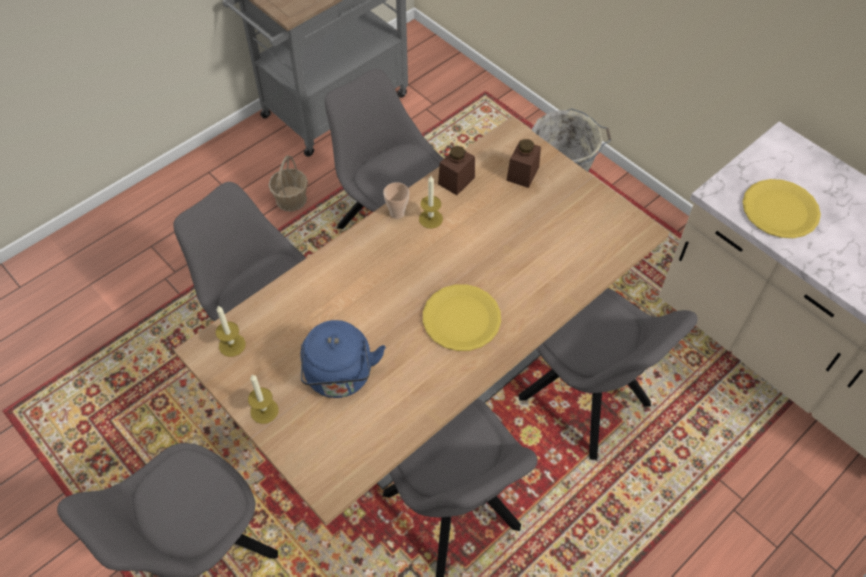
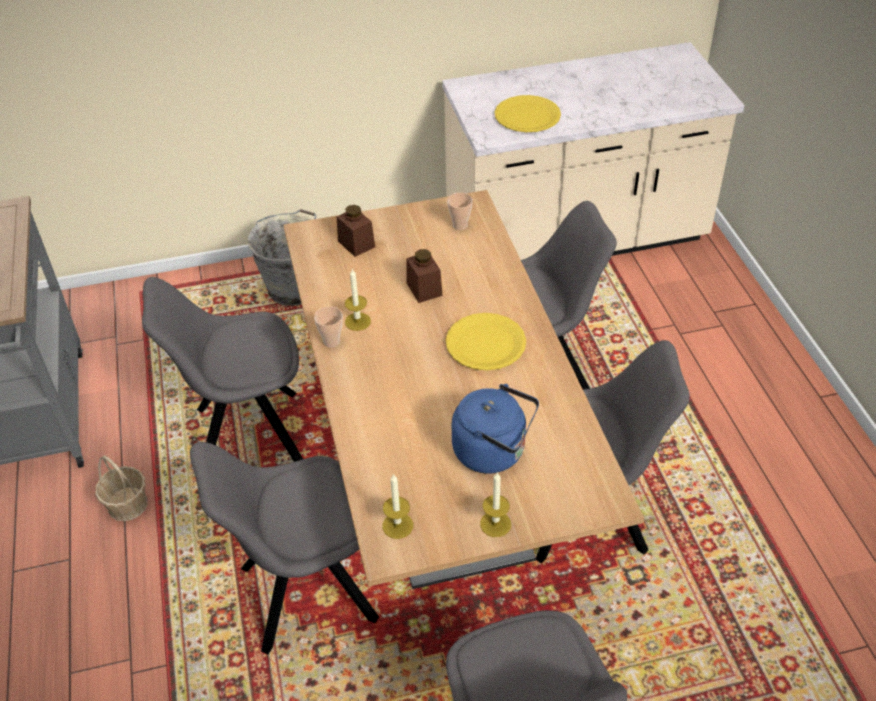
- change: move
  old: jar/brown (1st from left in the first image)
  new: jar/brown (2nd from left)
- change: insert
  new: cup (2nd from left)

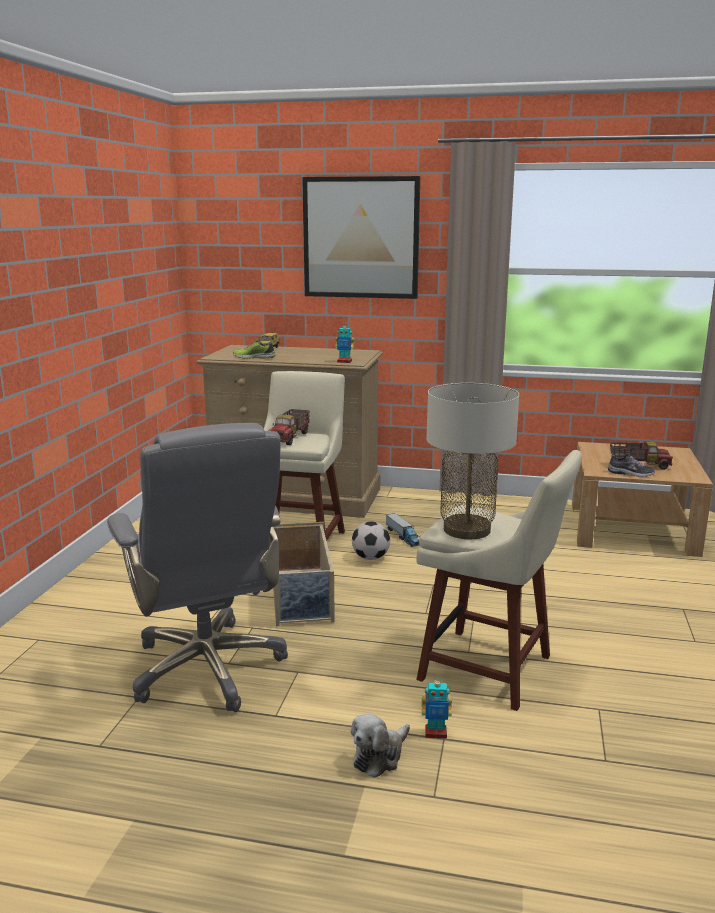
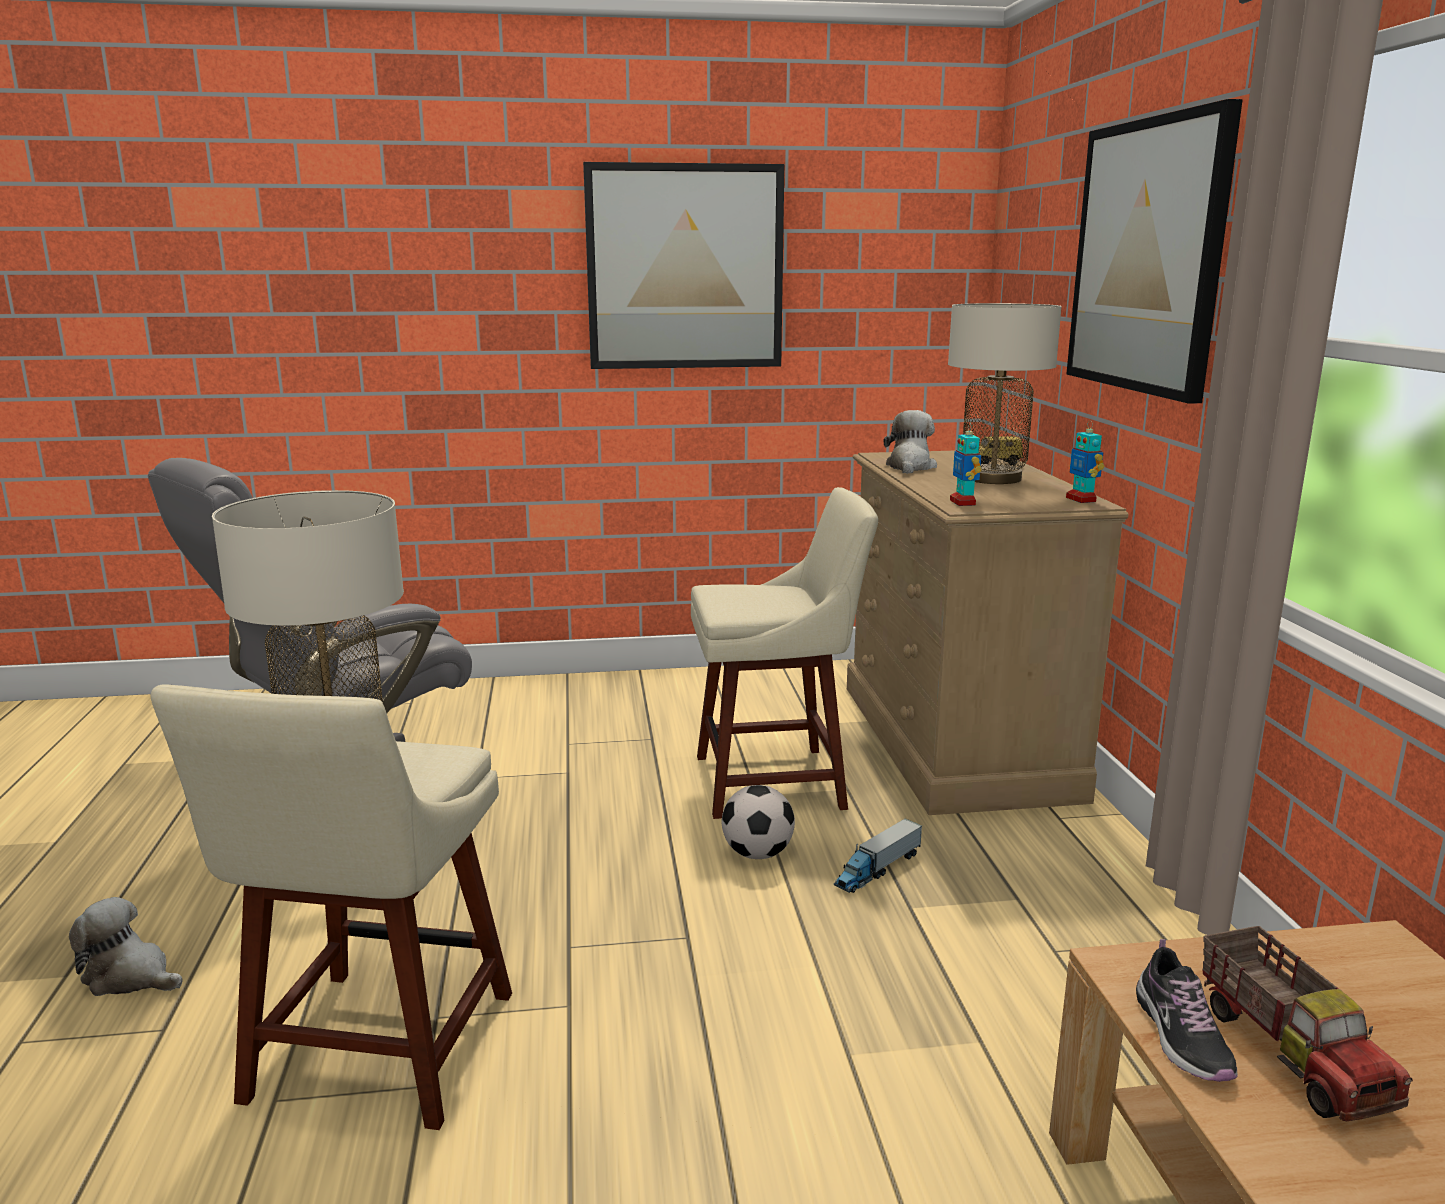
- change: replace
  old: shoe (1st from left)
  new: plush toy (2nd from left)
- change: delete
  old: toy truck (1st from left)
- change: delete
  old: storage box/beige
- change: move
  old: toy robot (2nd from left)
- change: insert
  new: picture (1st from left)
- change: insert
  new: table lamp (2nd from left)

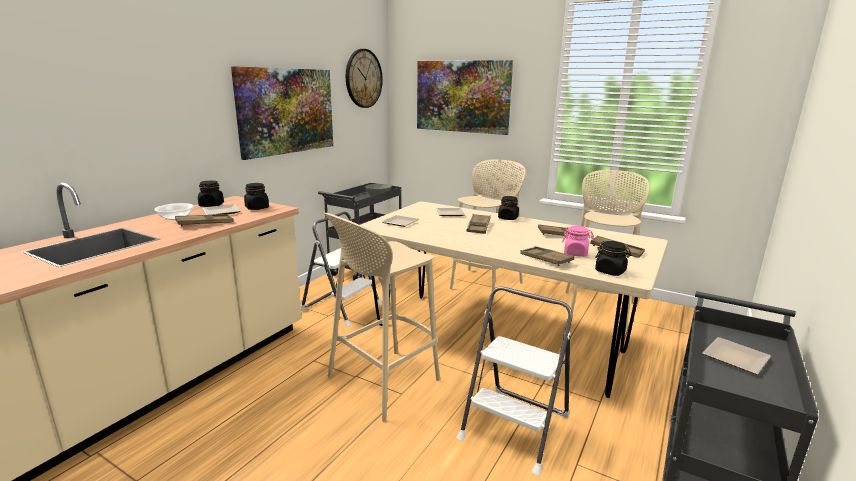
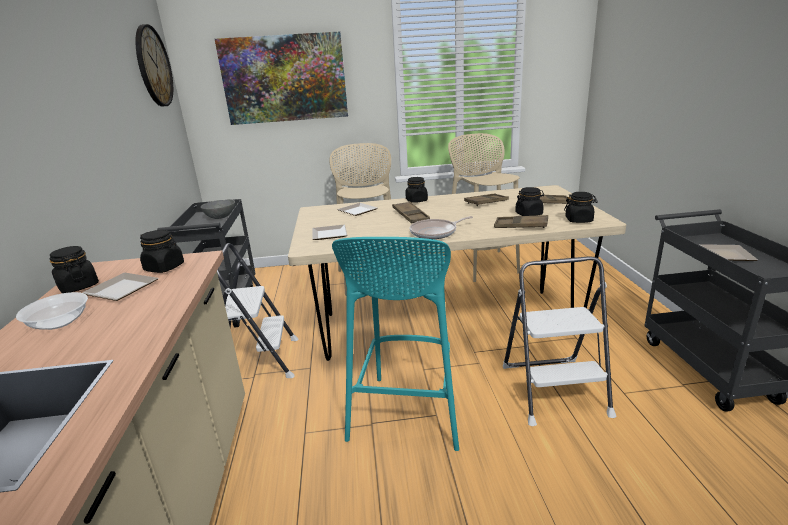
- change: delete
  old: tray/brown (1st from left)
- change: delete
  old: picture (1st from left)
- change: recolor
  old: stool/beige (1st from left)
  new: stool/turquoise
- change: recolor
  old: jar/pink
  new: jar/black (4th from left)
- change: insert
  new: frying pan

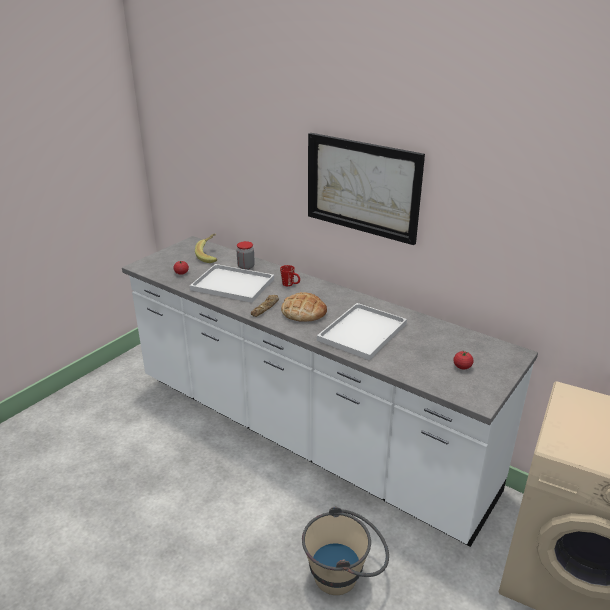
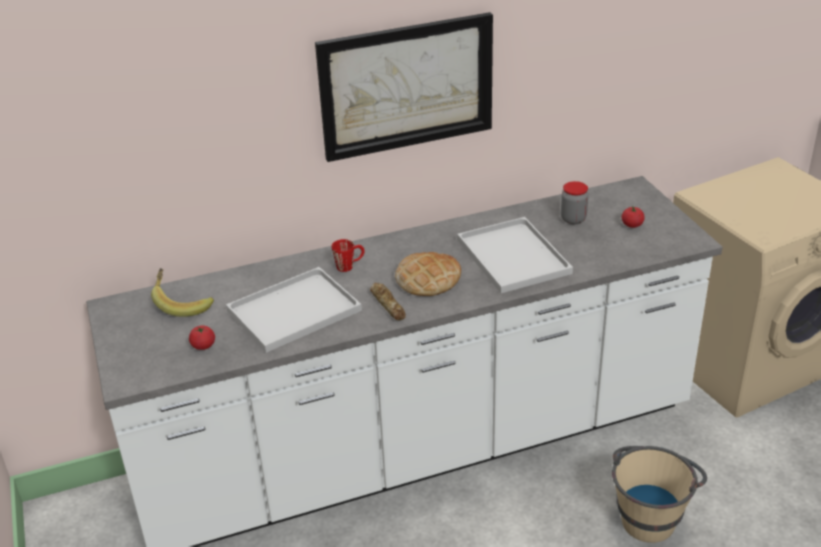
- change: move
  old: jar

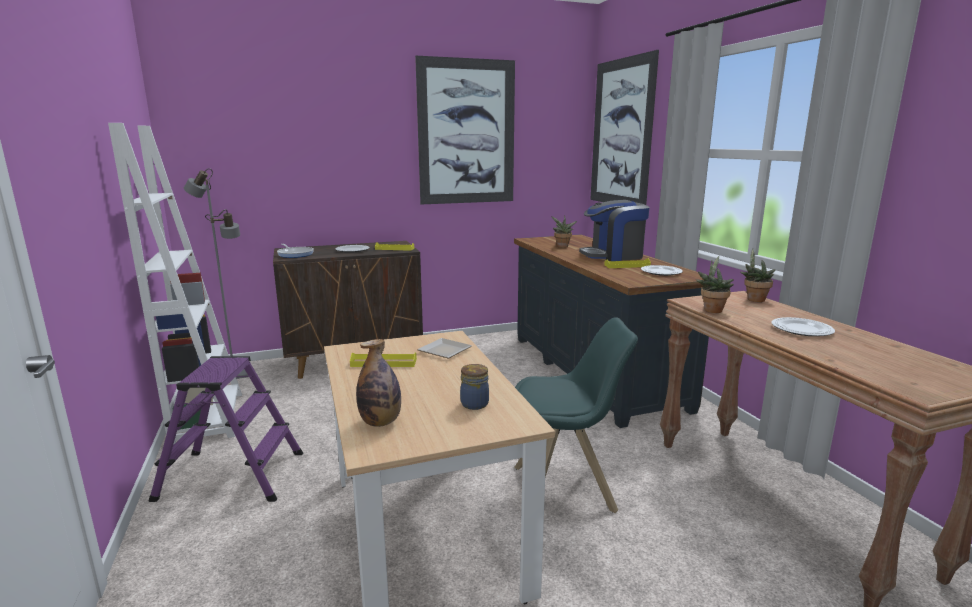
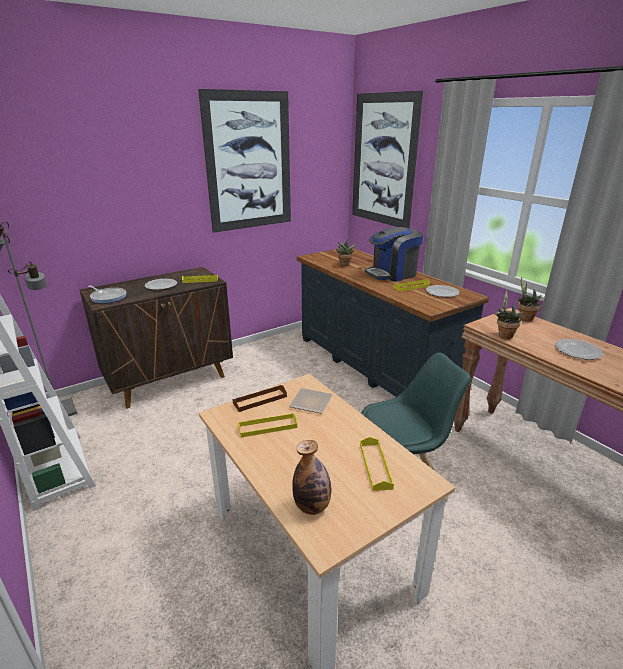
- change: delete
  old: step ladder/purple
- change: replace
  old: jar
  new: tray/yellow (3rd from left)
- change: insert
  new: tray/brown

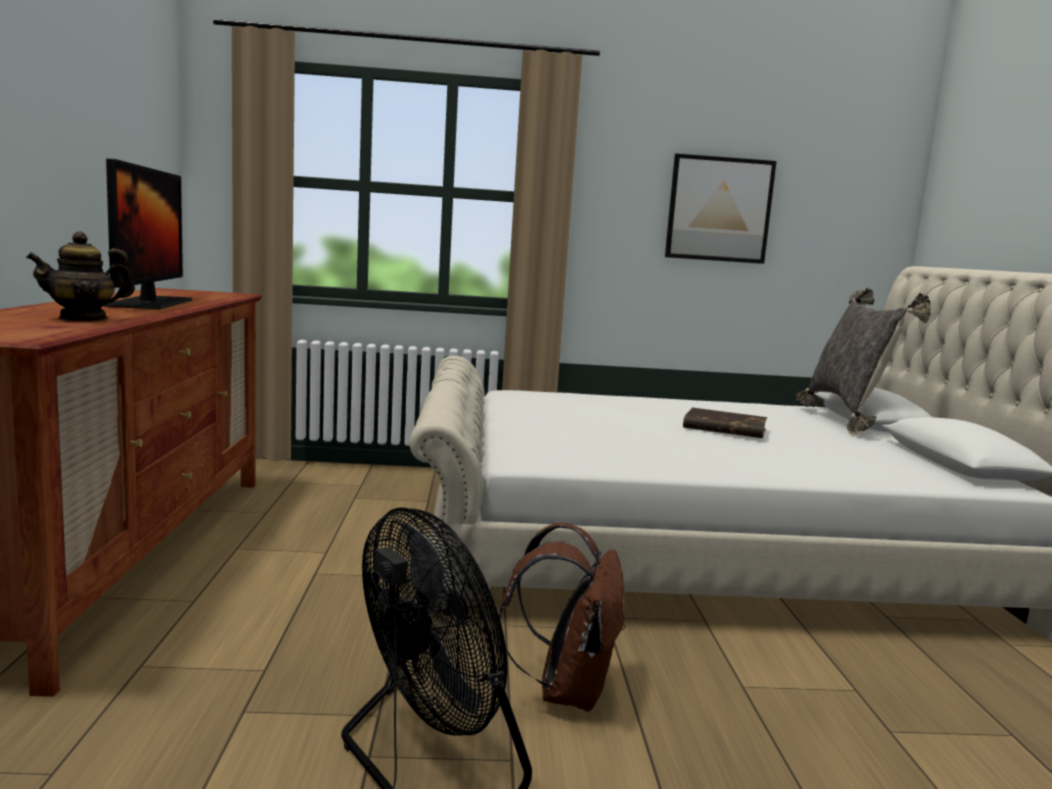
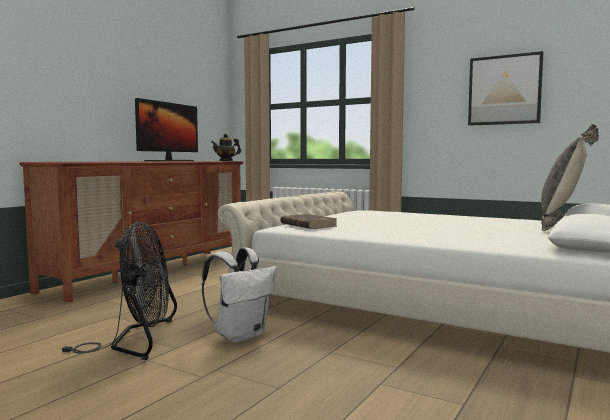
- change: move
  old: teapot
- change: recolor
  old: backpack/brown
  new: backpack/white
- change: move
  old: book/brown

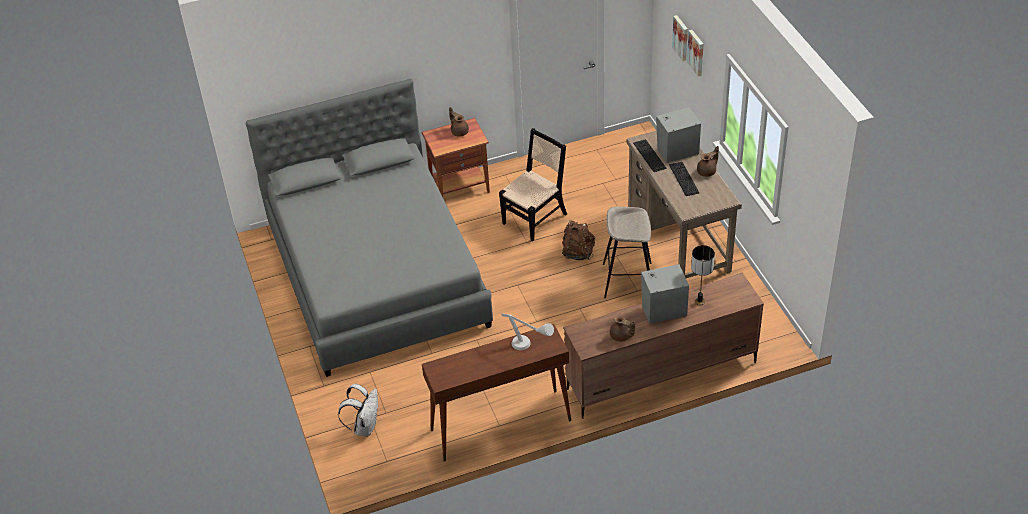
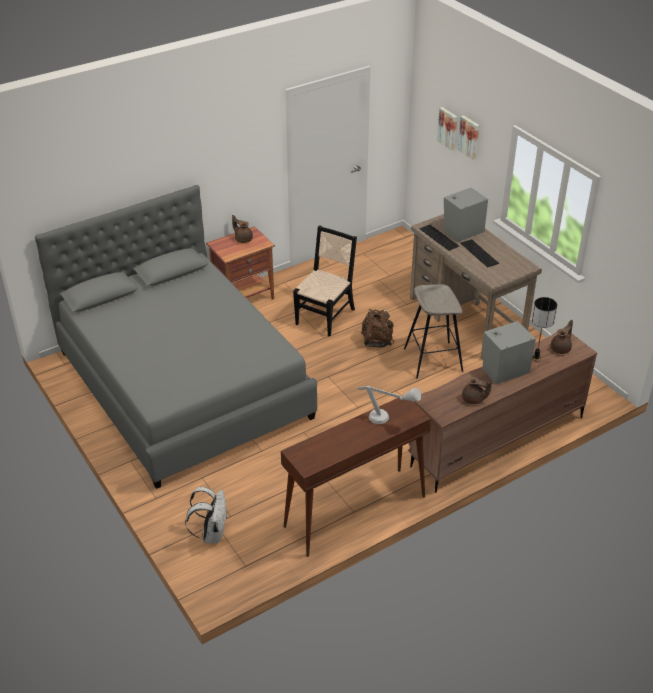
- change: move
  old: teapot/brown (3rd from left)

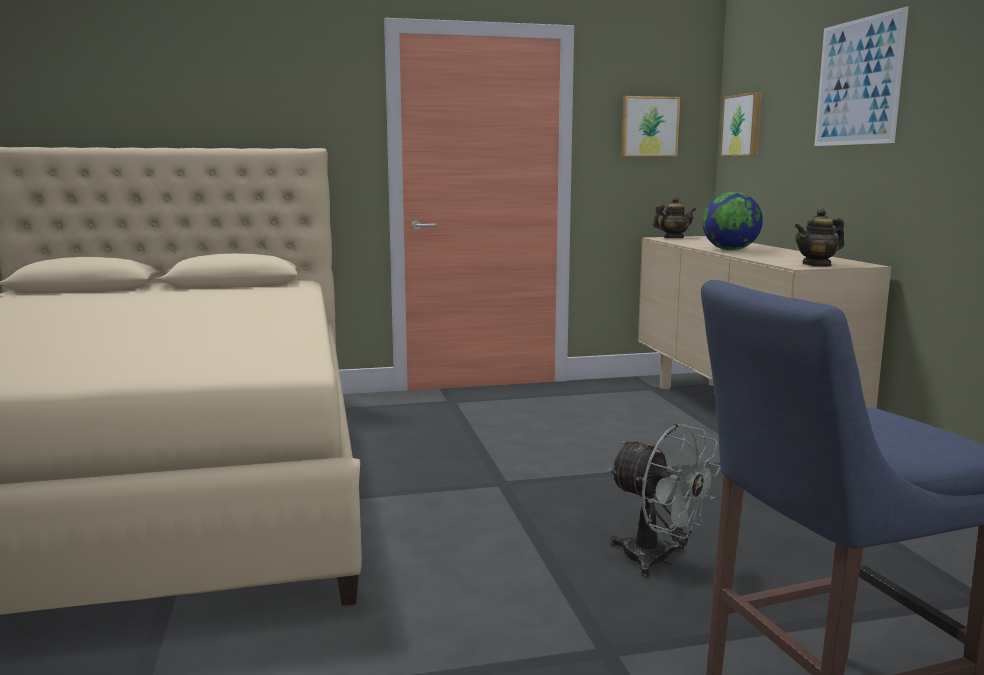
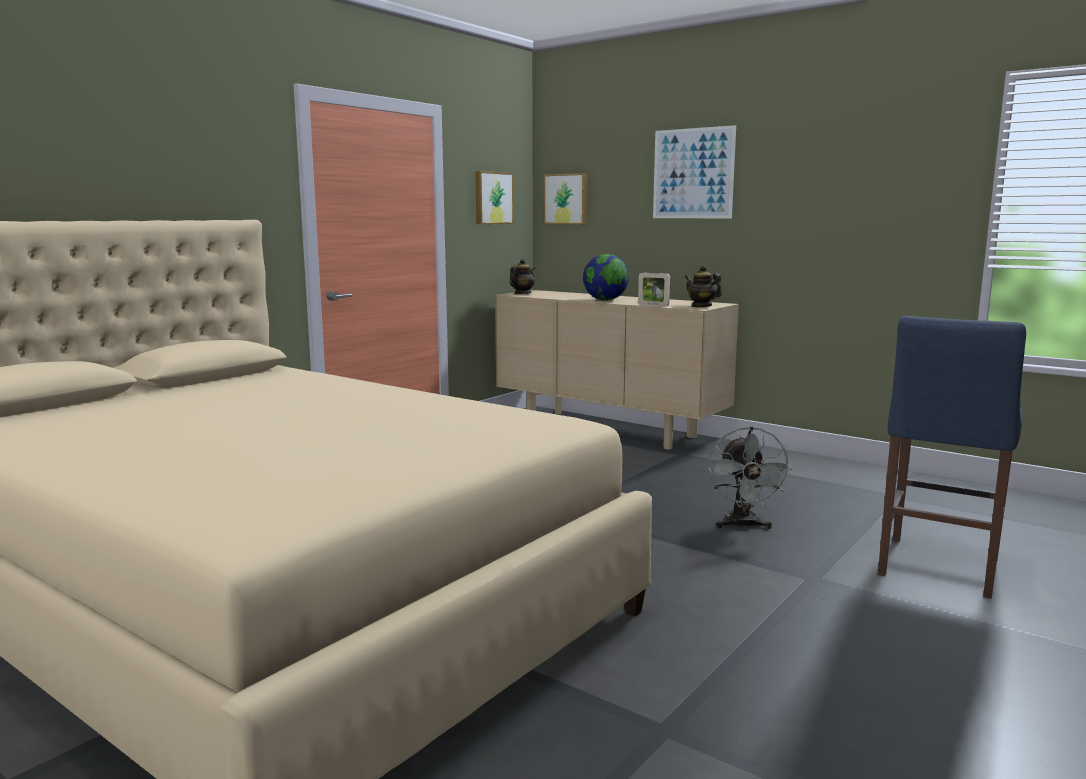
- change: rotate
  old: fan/grey
  degrees: 90
- change: rotate
  old: teapot (2nd from left)
  degrees: 105
- change: insert
  new: picture frame

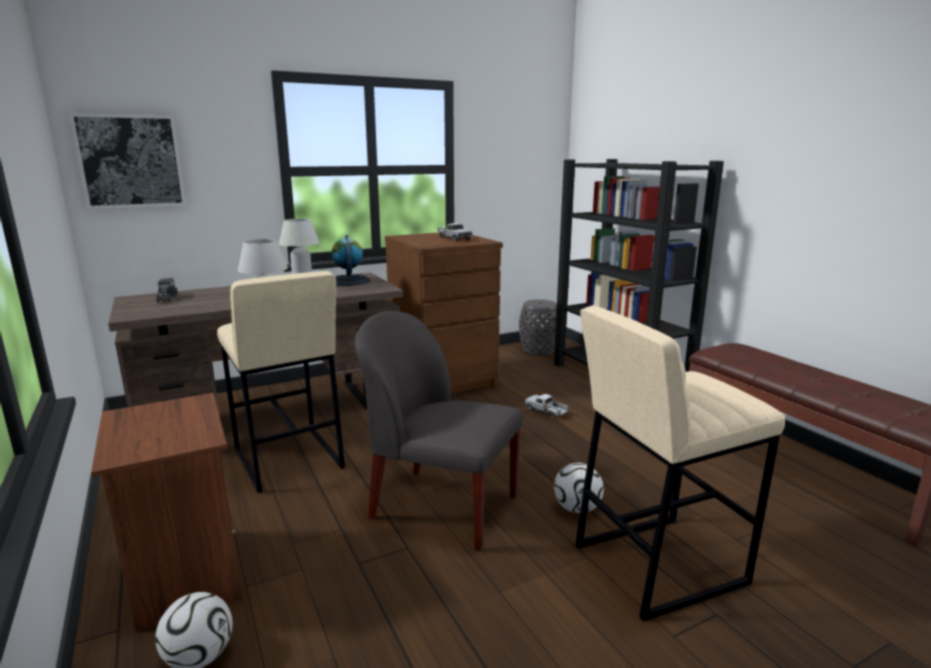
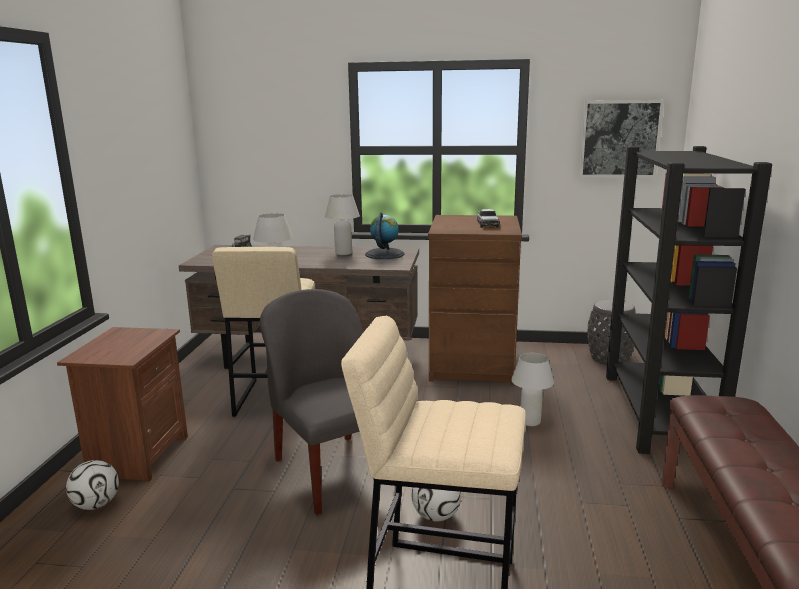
- change: move
  old: picture
- change: replace
  old: toy truck (3rd from left)
  new: table lamp/white (3rd from left)

